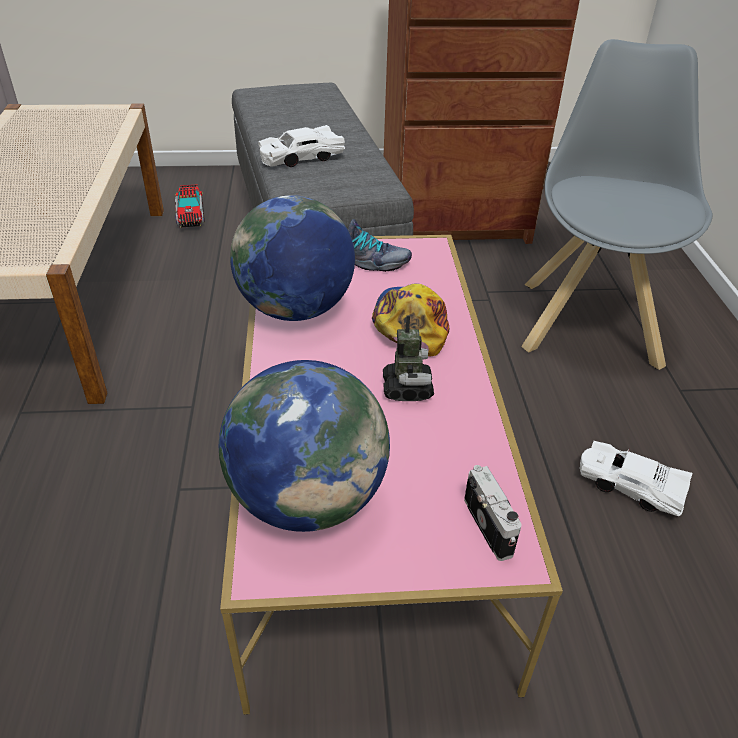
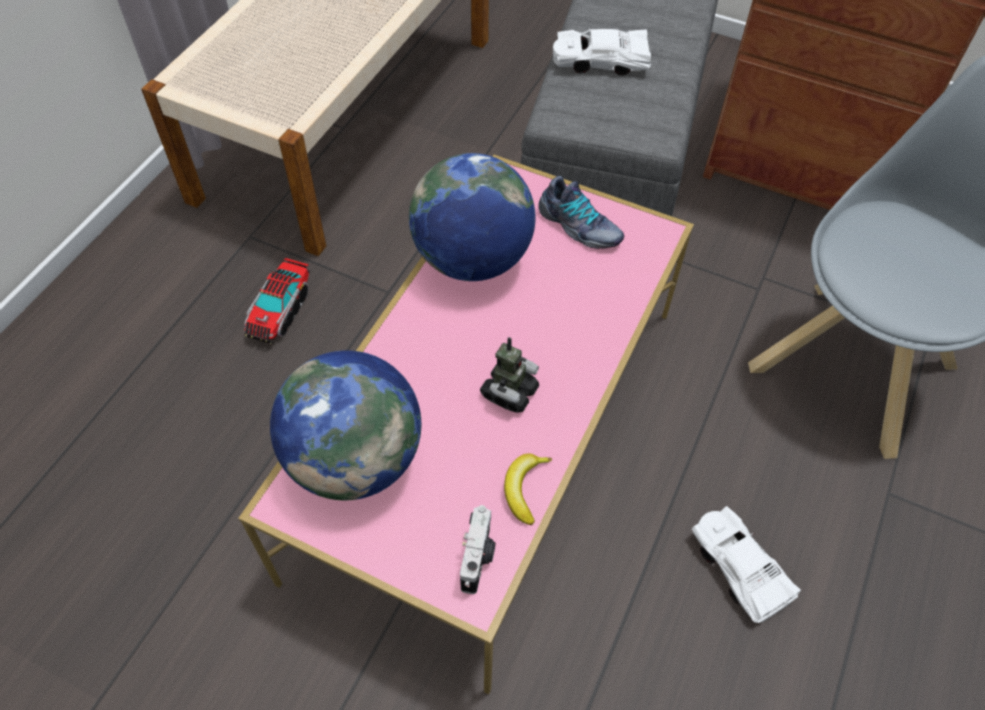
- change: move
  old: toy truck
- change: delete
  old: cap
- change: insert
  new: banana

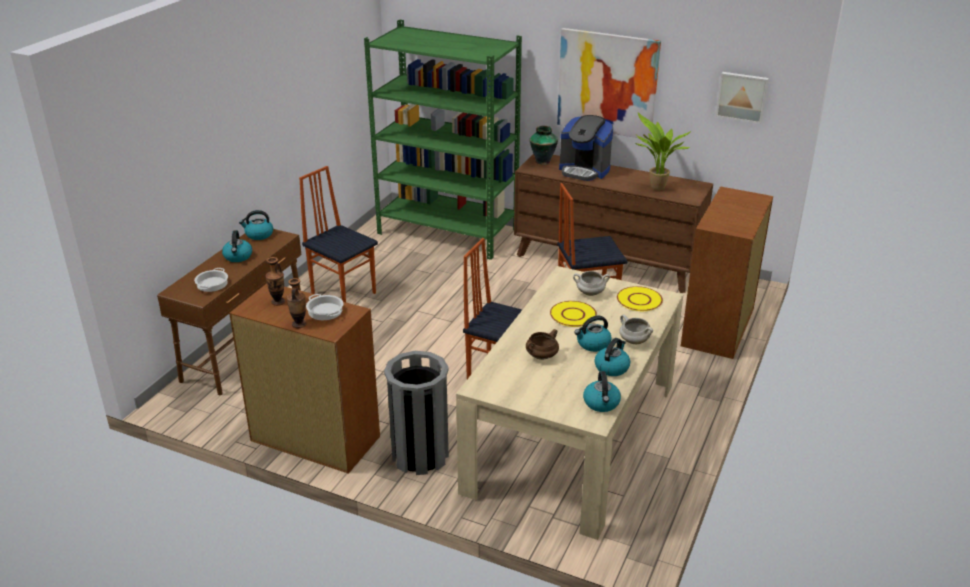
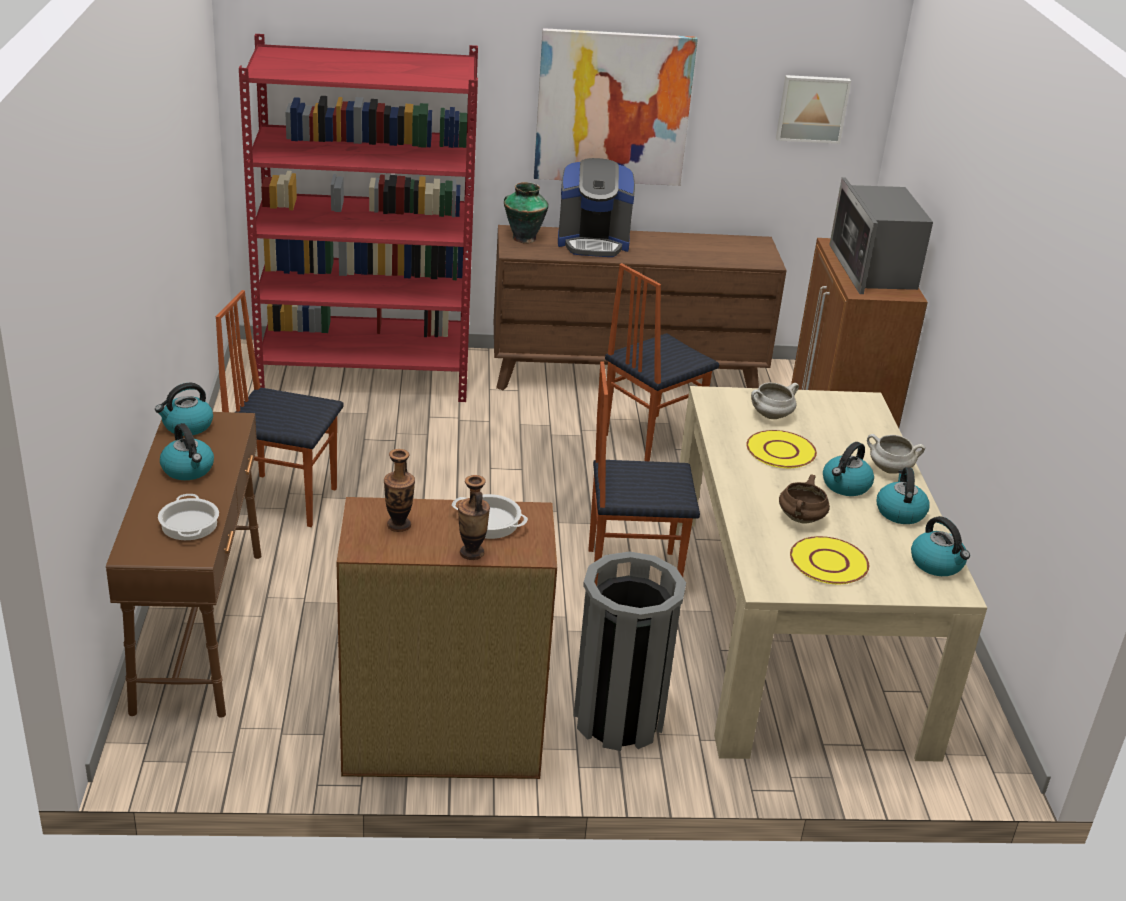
- change: recolor
  old: bookcase/green
  new: bookcase/red
- change: move
  old: plate/yellow (2nd from left)
- change: delete
  old: potted plant
- change: insert
  new: microwave

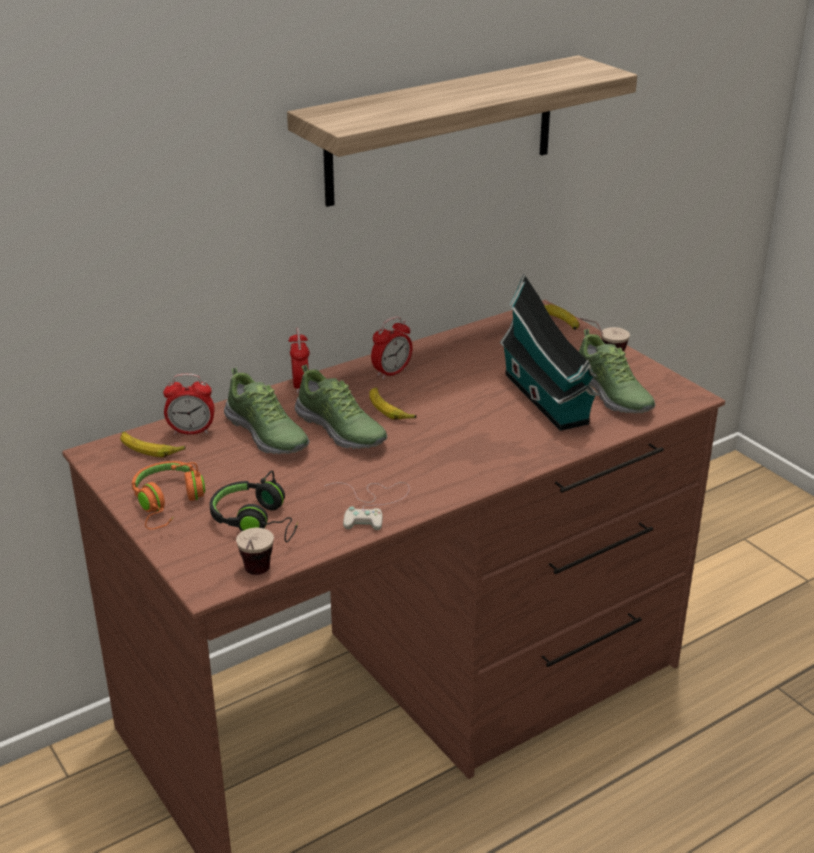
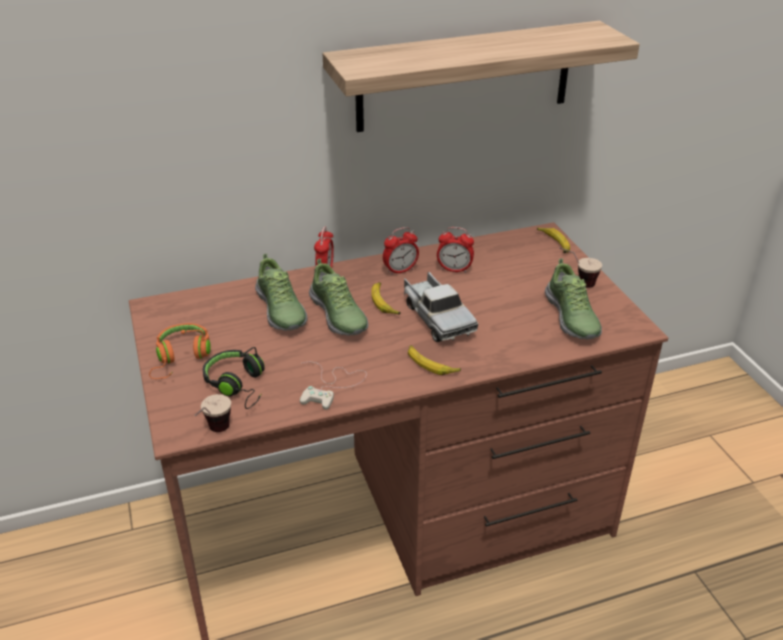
- change: move
  old: banana (1st from left in the first image)
  new: banana (2nd from left)
- change: move
  old: alarm clock (1st from left in the first image)
  new: alarm clock (3rd from left)
- change: delete
  old: toy house
- change: insert
  new: toy truck

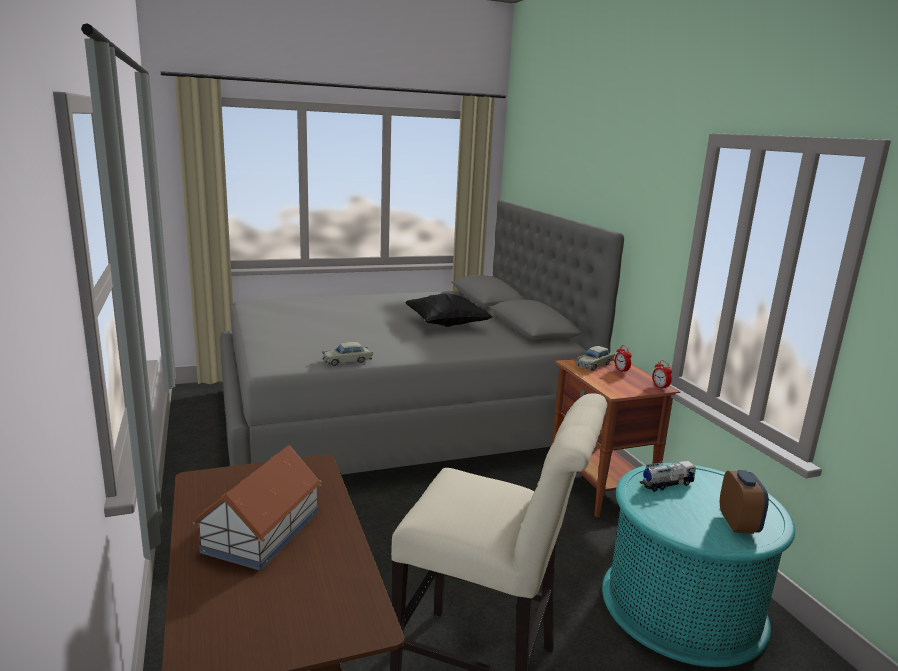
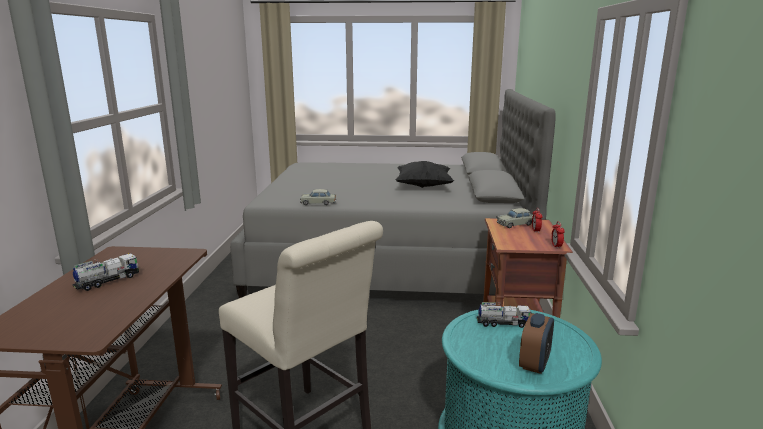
- change: replace
  old: toy house
  new: toy truck (1st from left)

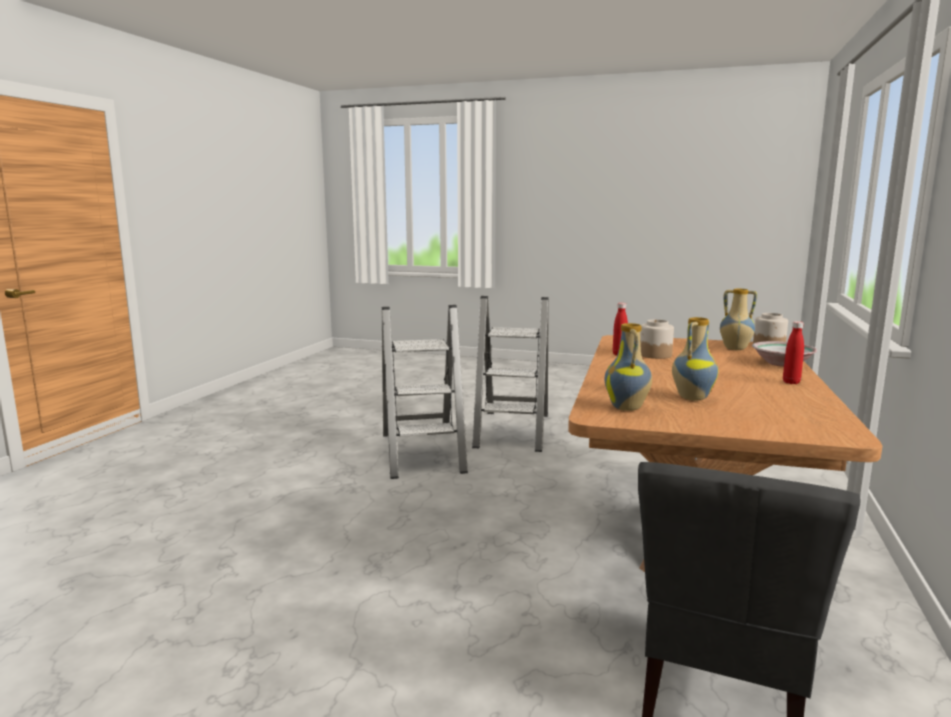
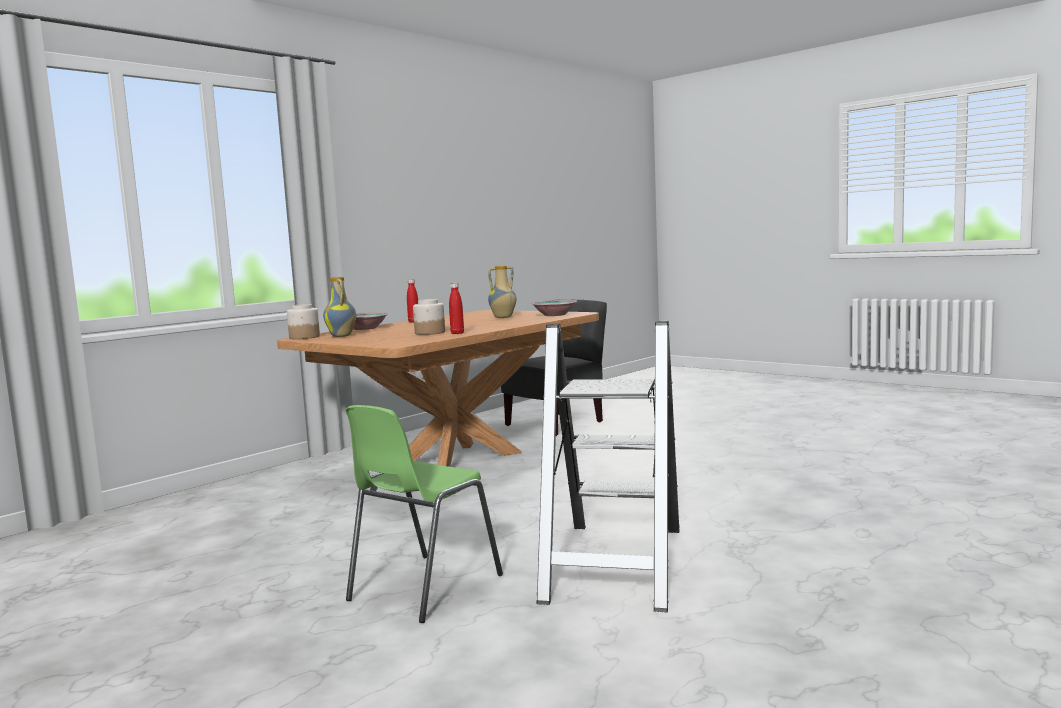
- change: replace
  old: step ladder/grey (2nd from left)
  new: chair/green
- change: replace
  old: vase (1st from left)
  new: bowl (2nd from left)

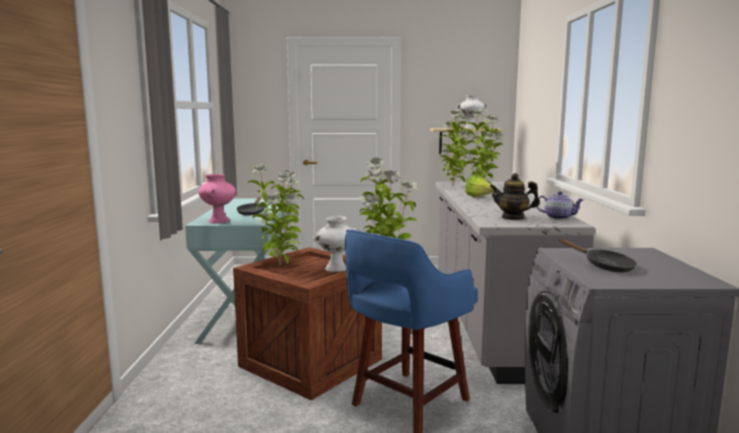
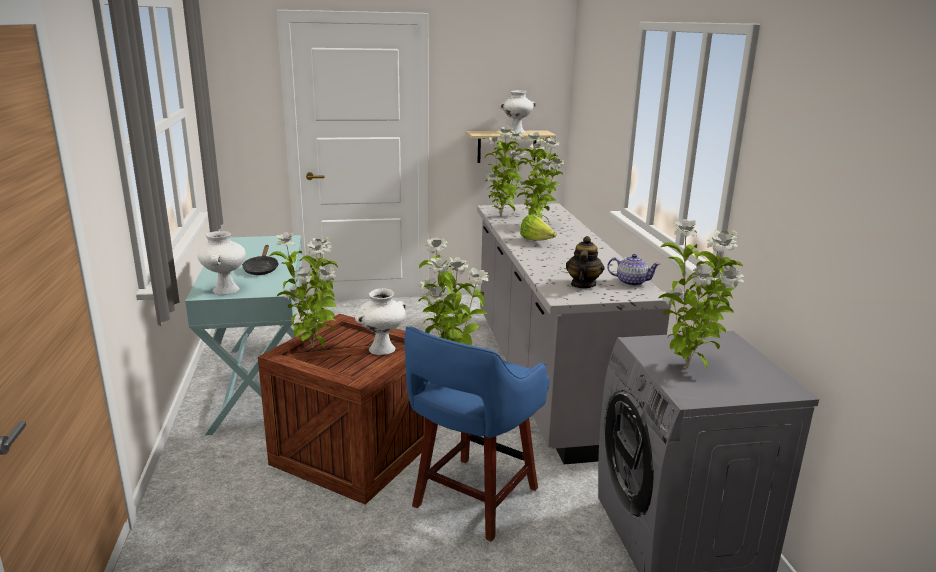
- change: recolor
  old: vase/pink
  new: vase/white (1st from left)
- change: rotate
  old: teapot (1st from left)
  degrees: 105
- change: replace
  old: frying pan/black (2nd from left)
  new: potted plant (5th from left)

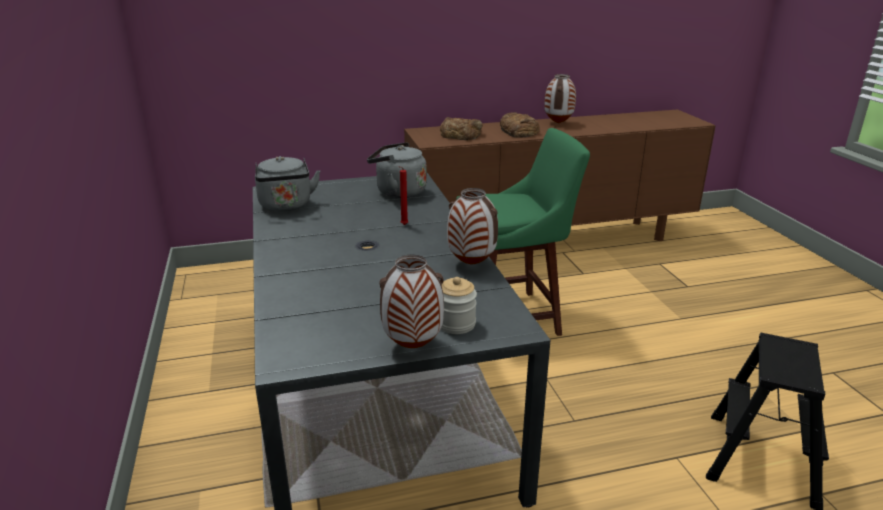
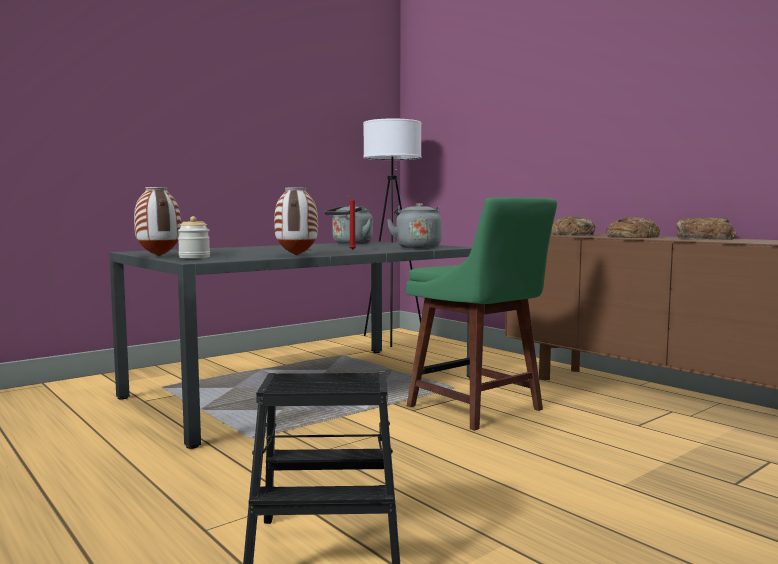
- change: replace
  old: vase (3rd from left)
  new: bread (3rd from left)
- change: insert
  new: floor lamp/white

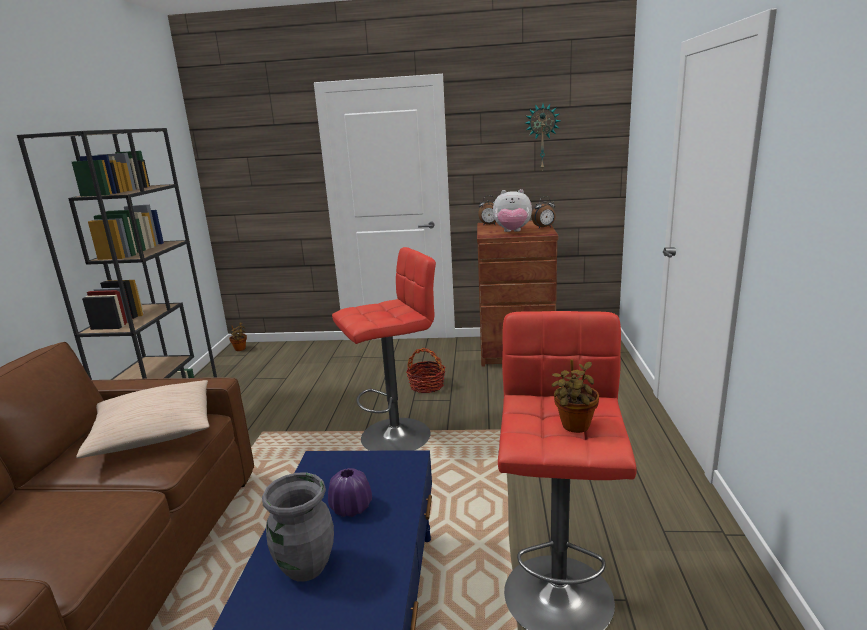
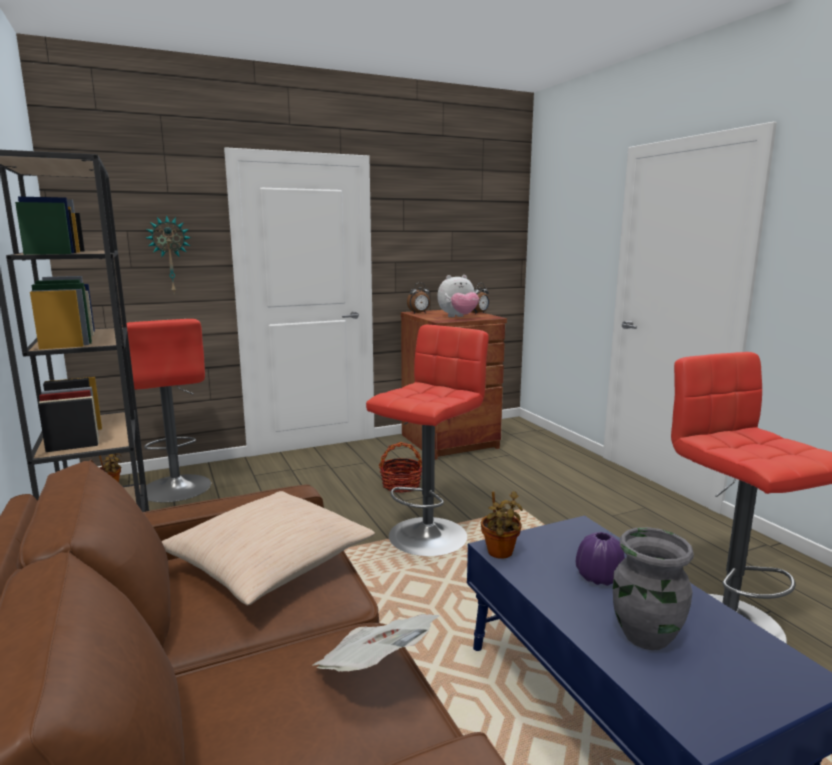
- change: move
  old: wall clock
- change: move
  old: potted plant (2nd from left)
- change: insert
  new: stool/red (1st from left)
- change: insert
  new: newspaper

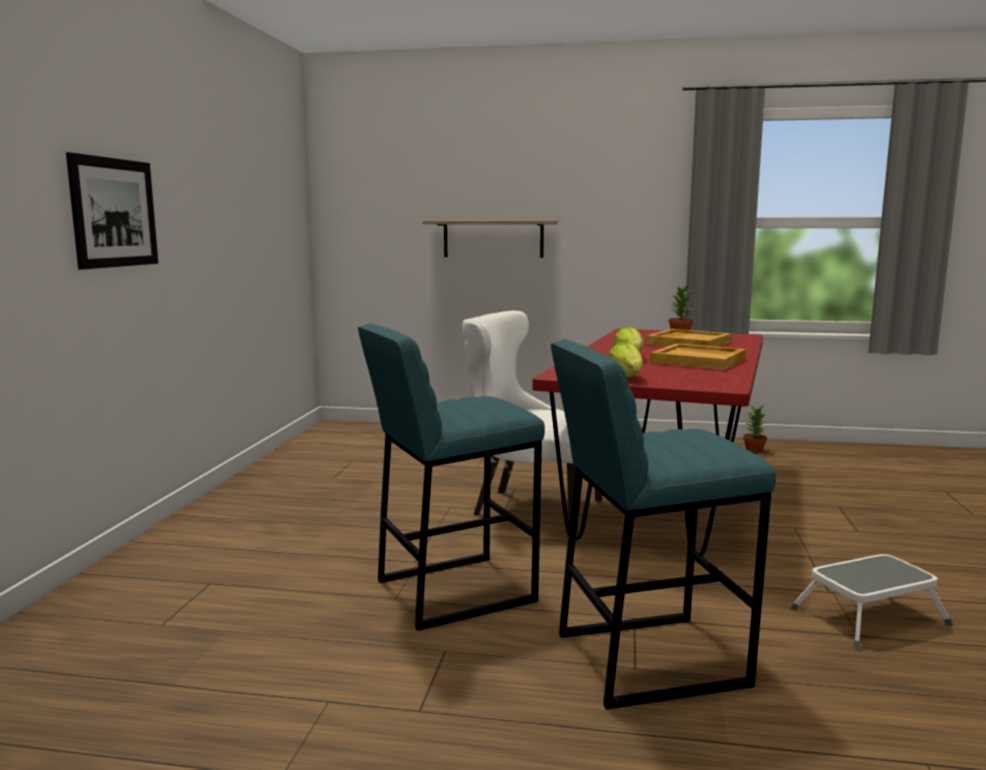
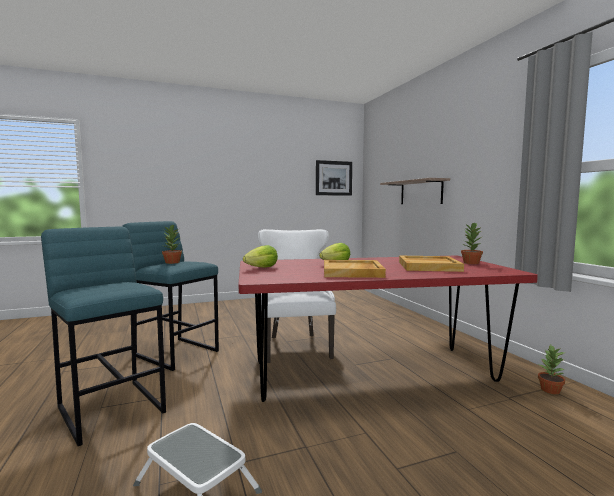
- change: move
  old: picture
- change: insert
  new: potted plant (1st from left)

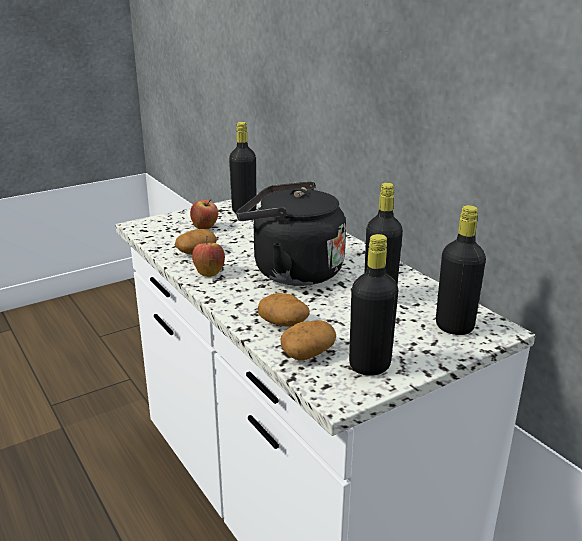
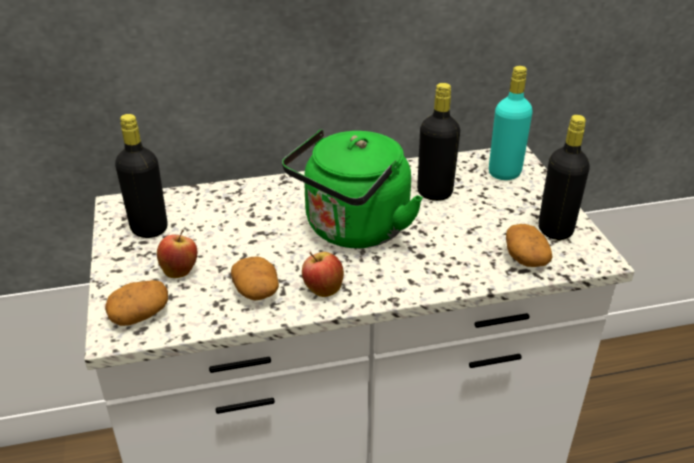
- change: recolor
  old: kettle/black
  new: kettle/green
- change: move
  old: potato (2nd from left in the first image)
  new: potato (1st from left)
- change: recolor
  old: bottle/black (4th from left)
  new: bottle/turquoise

